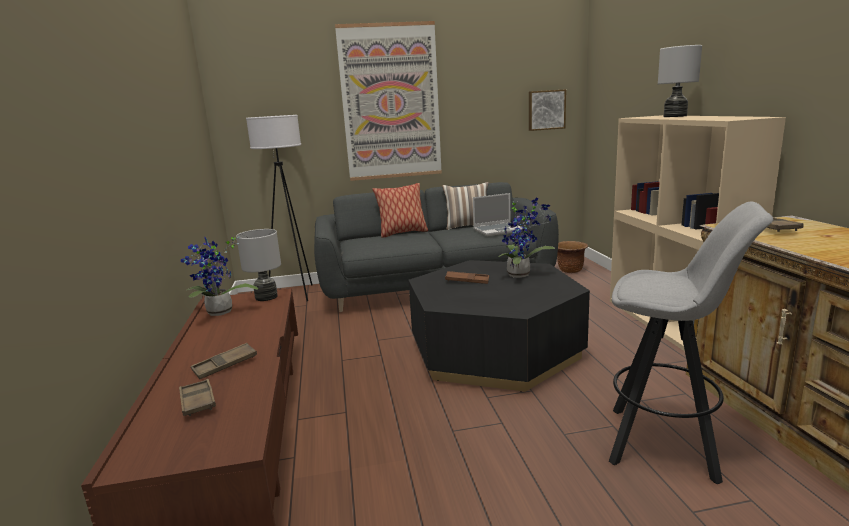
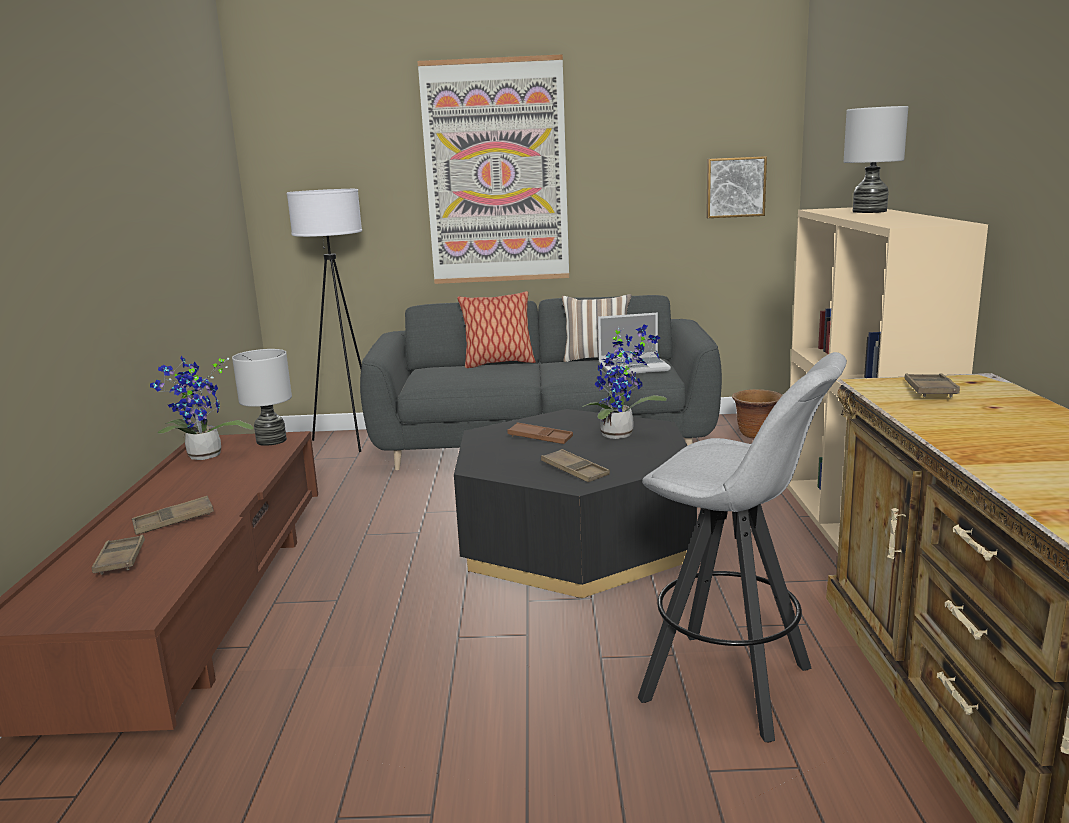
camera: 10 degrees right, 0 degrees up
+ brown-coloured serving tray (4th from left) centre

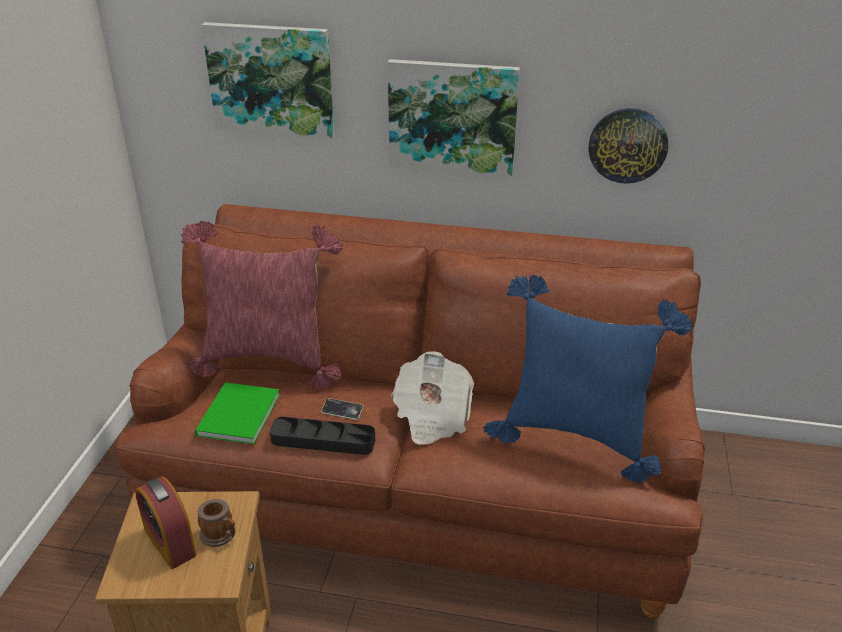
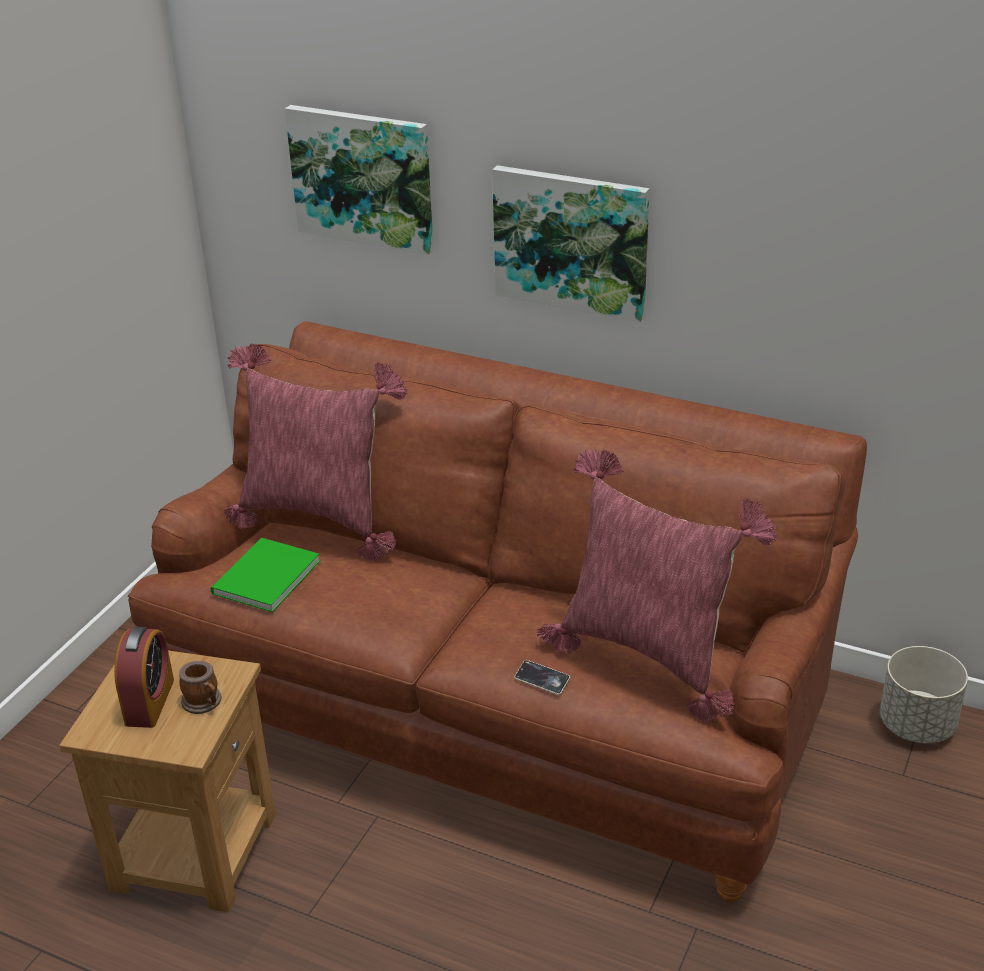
camera: 15 degrees right, 0 degrees up
~ bedside clock bottom left = bottom left 150 degrees counterclockwise
- blackish serving tray bottom centre
~ phone centre to bottom centre
- newspaper centre
~ bluish throw pillow middle right to red throw pillow (2nd from left) middle right
- clock on the wall top right
+ greyish plant pot bottom right

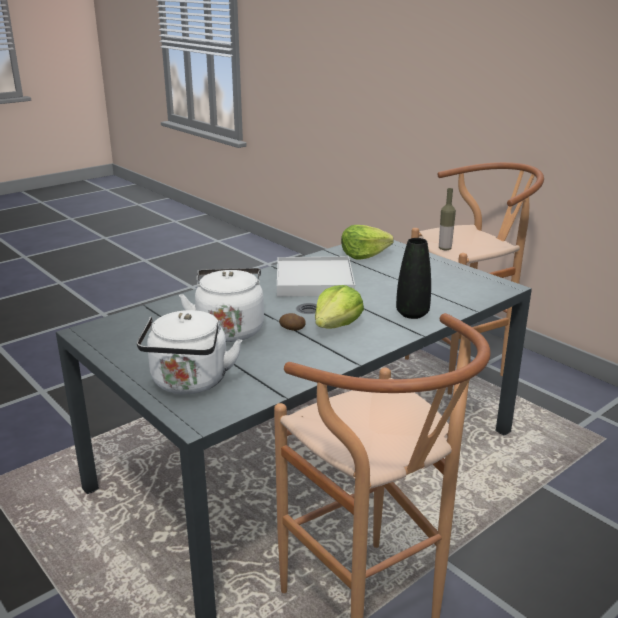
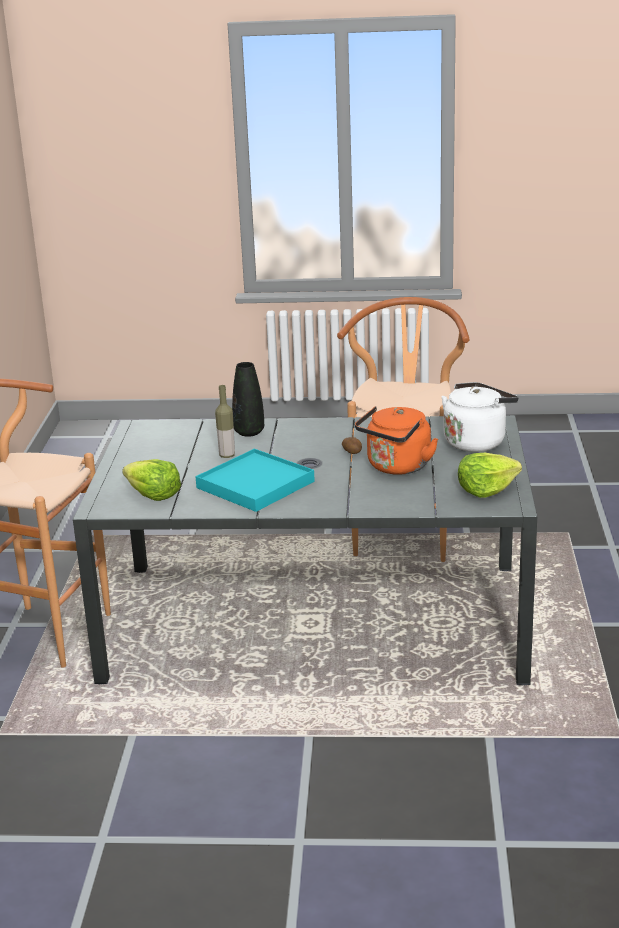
camera: 135 degrees left, 0 degrees up
~ whitish water kettle (2nd from left) centre to orange water kettle centre
~ whitish serving tray centre to turquoise-coloured serving tray centre
~ lettuce head (1st from left in the first image) centre to lettuce head (2nd from left) middle right
~ beverage bottle middle right to centre

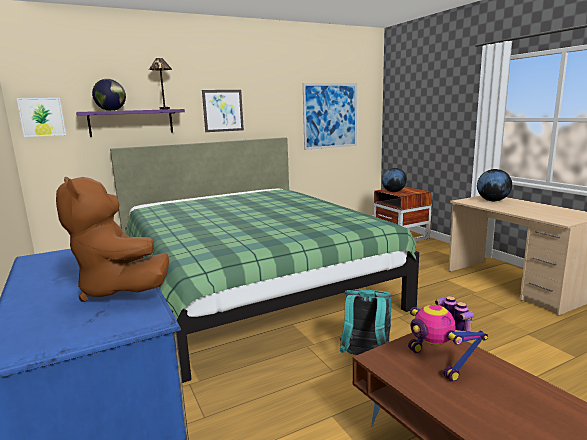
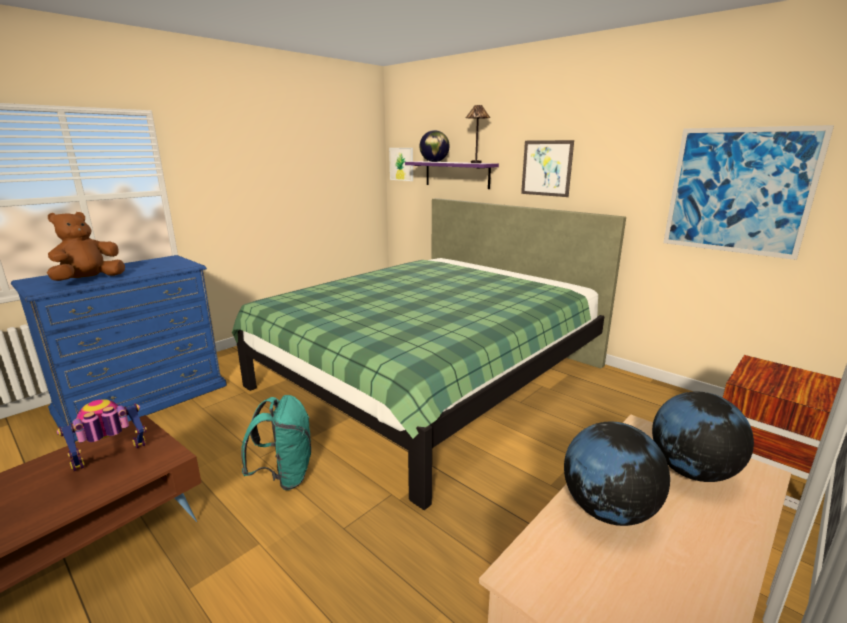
camera: 70 degrees right, 5 degrees up
~ globe (2nd from left) middle right to bottom right

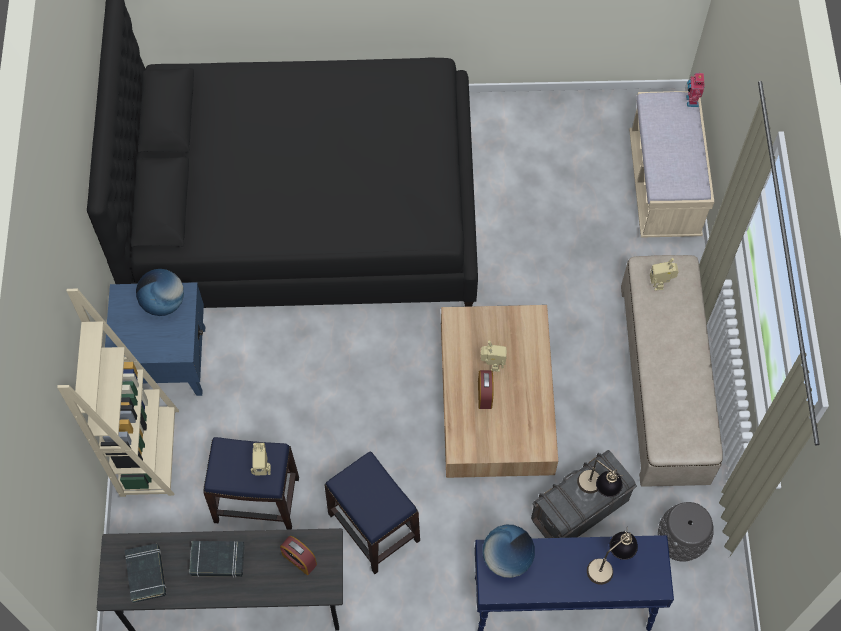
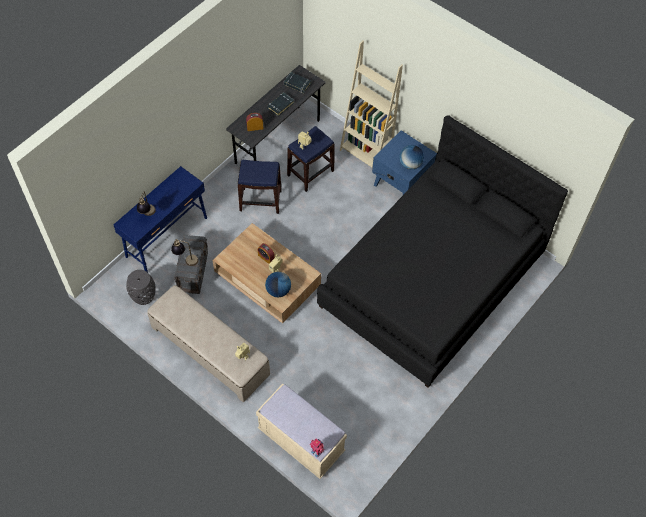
camera: 130 degrees right, 5 degrees down
~ globe (2nd from left in the first image) bottom centre to globe (1st from left) centre

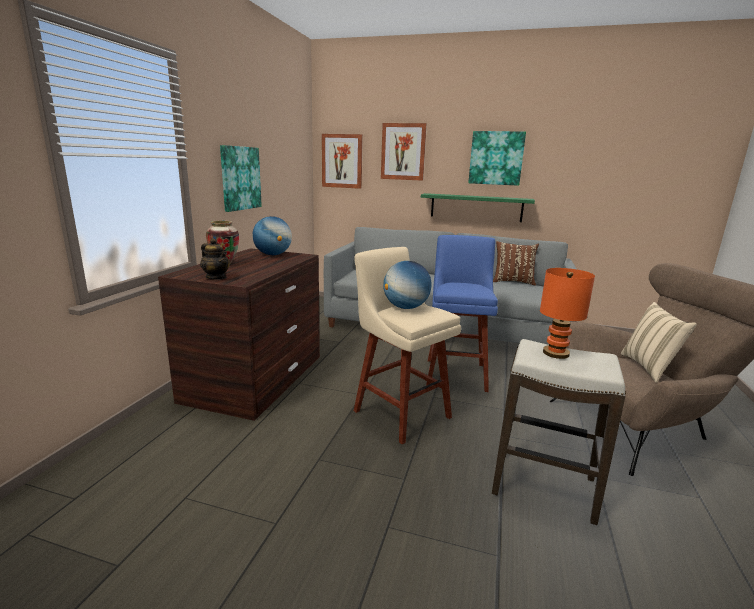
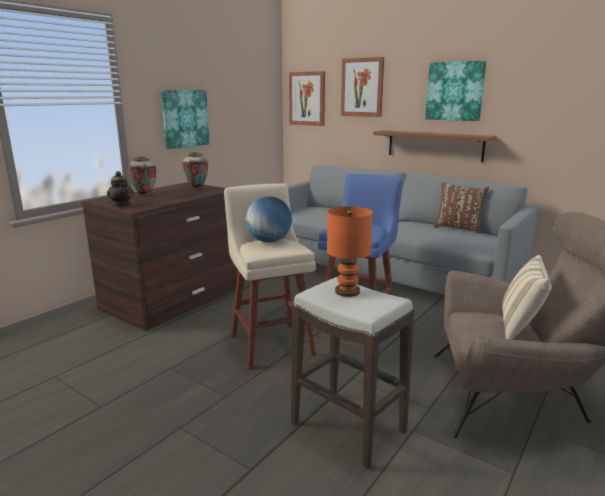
camera: 20 degrees right, 0 degrees up
~ globe (1st from left) centre to flower vase (2nd from left) middle left
~ green-coloured shelf centre to brown-coloured shelf top right

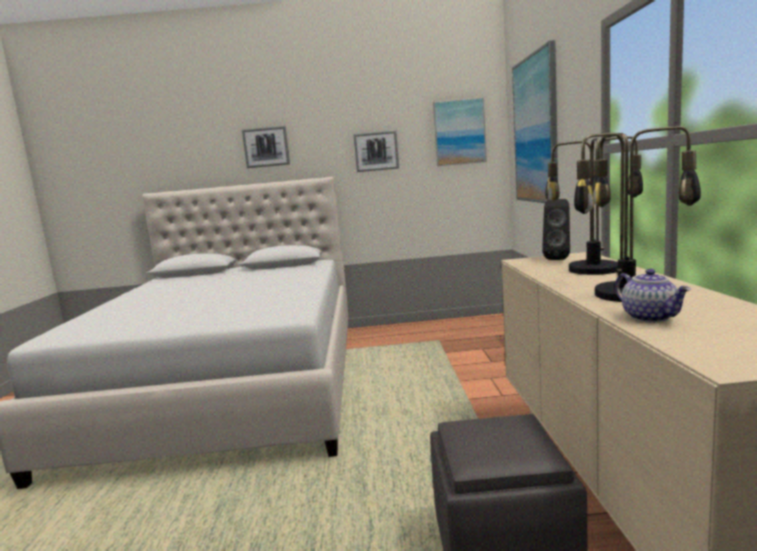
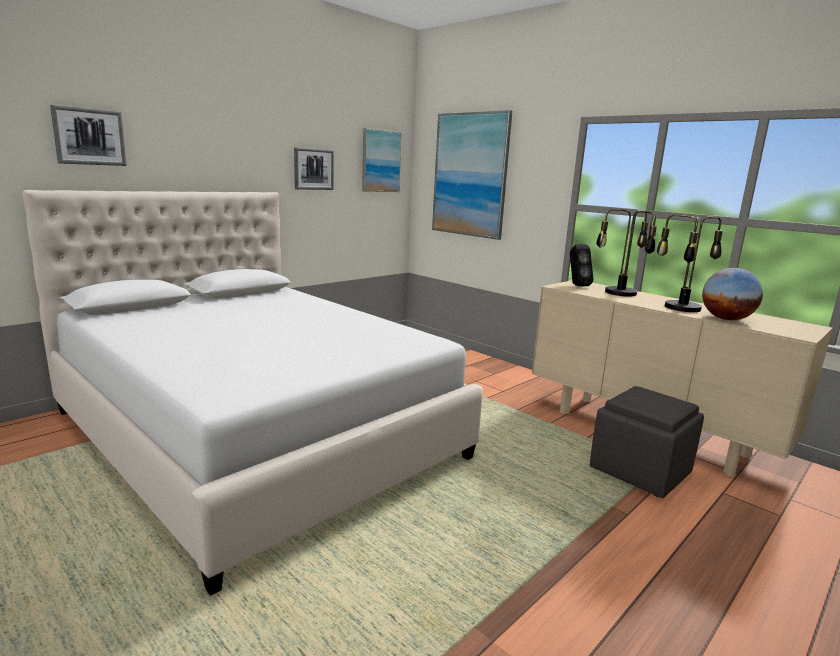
camera: 45 degrees left, 5 degrees up
~ picture (1st from left) top centre to top left
~ tea pot middle right to globe middle right

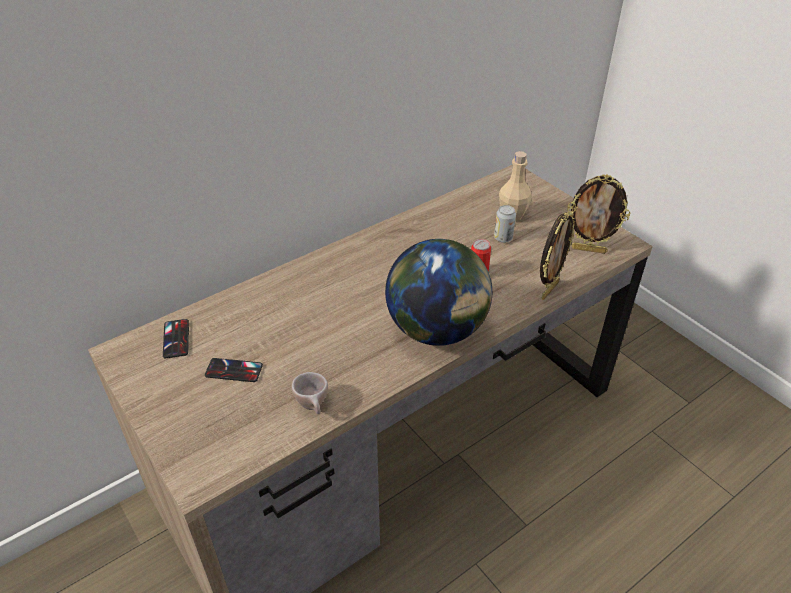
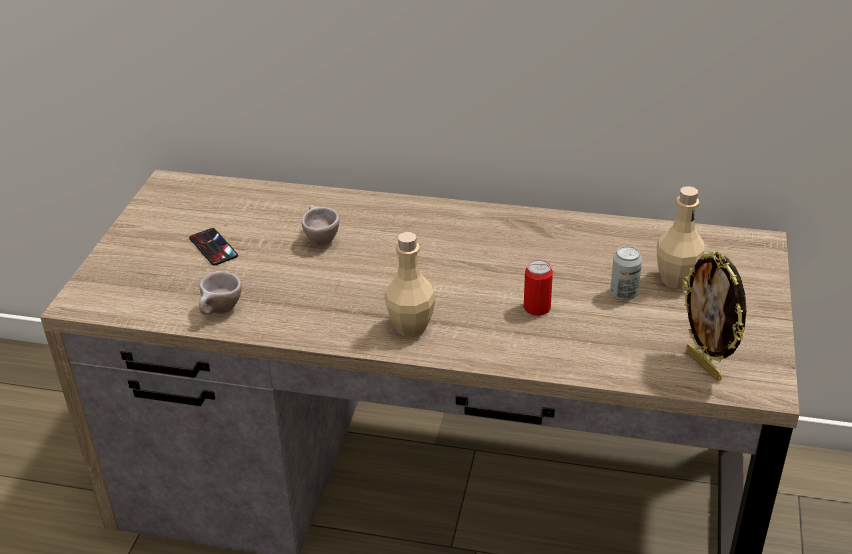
camera: 50 degrees right, 5 degrees down
- phone (1st from left) middle left
~ globe centre to sand-coloured beverage bottle (1st from left) centre
- picture frame (1st from left) middle right
+ sand-coloured small cup (2nd from left) centre

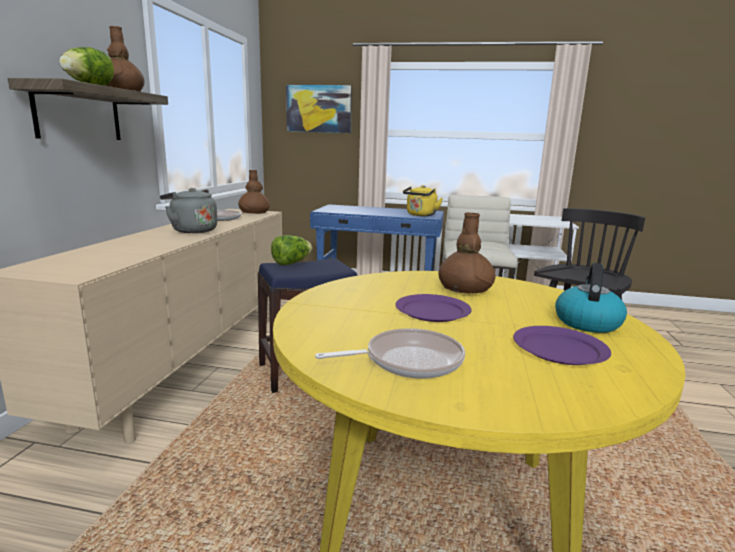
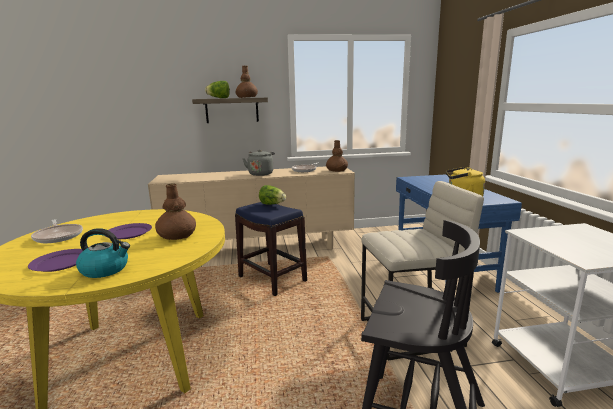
camera: 70 degrees right, 0 degrees up
- picture top centre

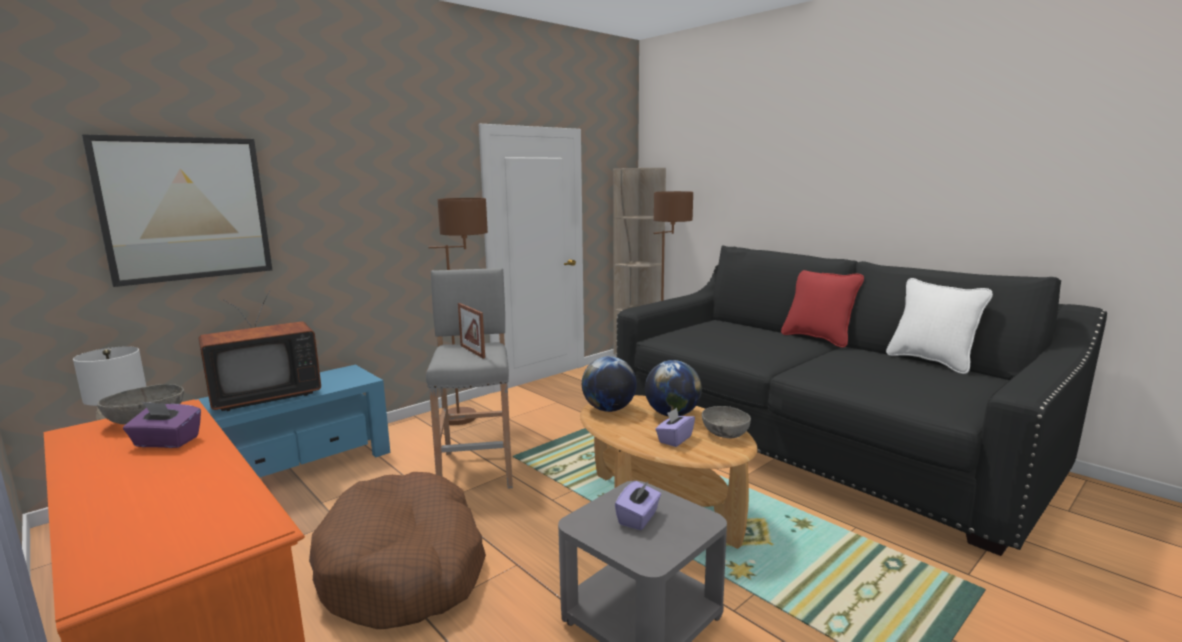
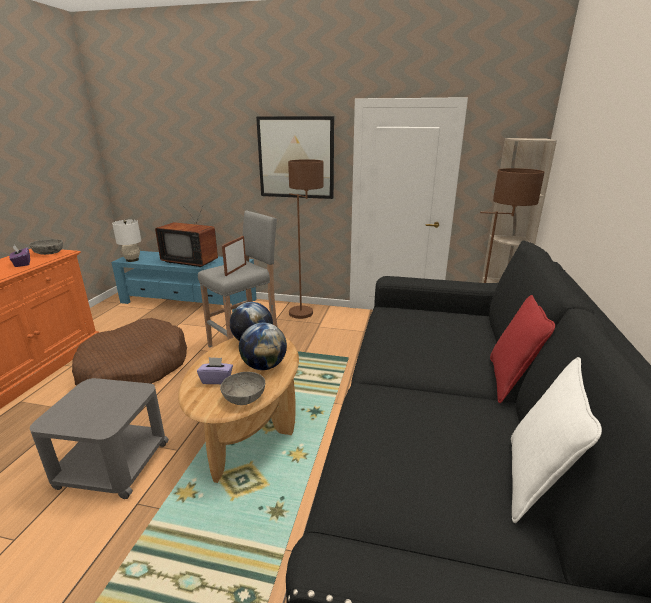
camera: 55 degrees right, 10 degrees up
~ picture top left to top centre
- purplish box of tissues (2nd from left) bottom centre

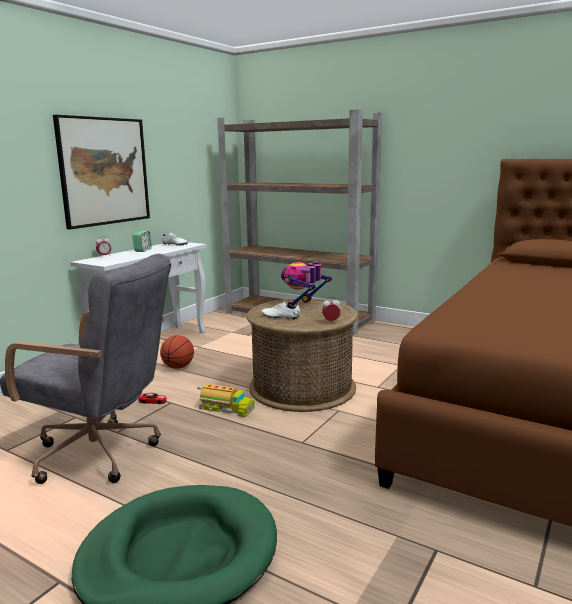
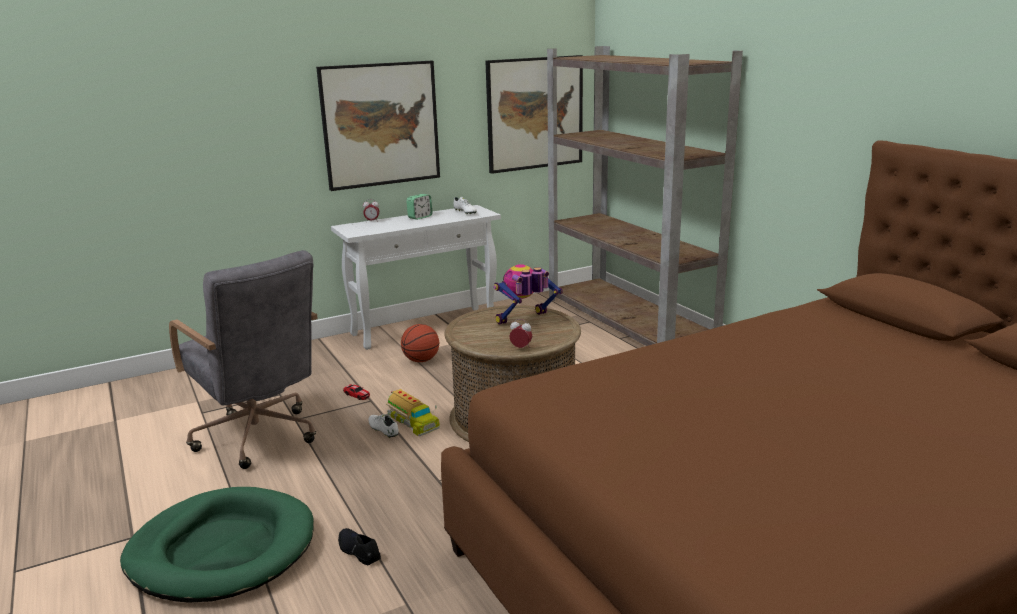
camera: 30 degrees right, 5 degrees up
~ whitish low shoe (2nd from left in the first image) centre to whitish low shoe (1st from left) bottom centre
+ blackish low shoe bottom centre
+ picture (2nd from left) top centre

